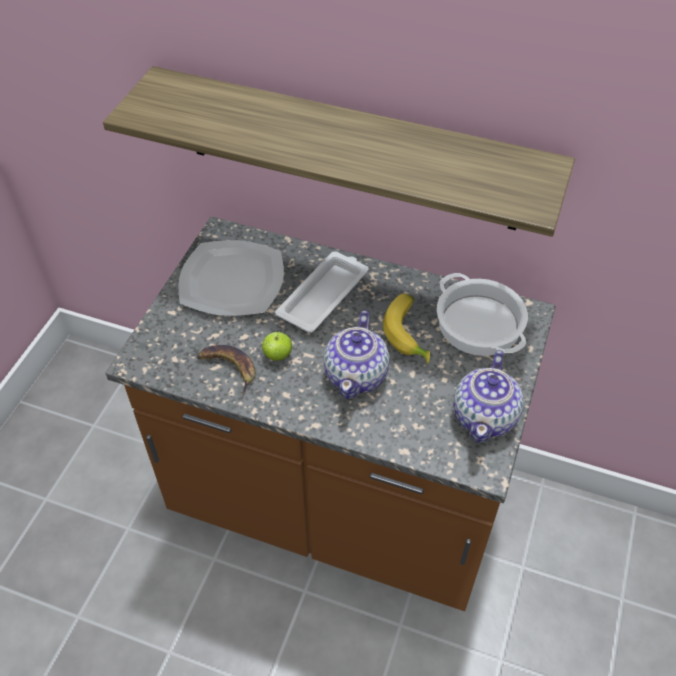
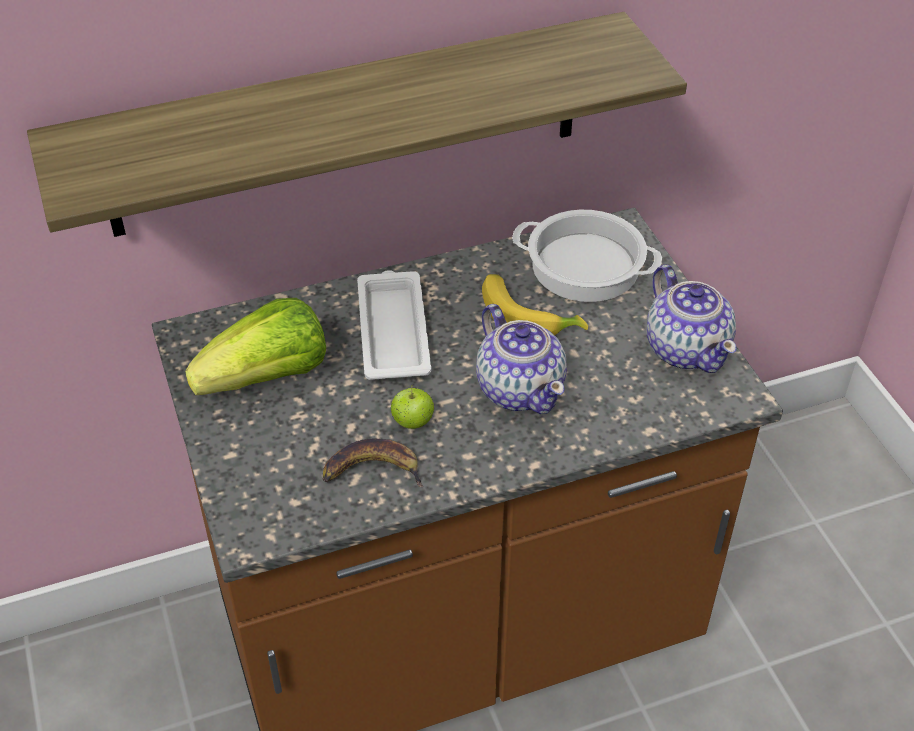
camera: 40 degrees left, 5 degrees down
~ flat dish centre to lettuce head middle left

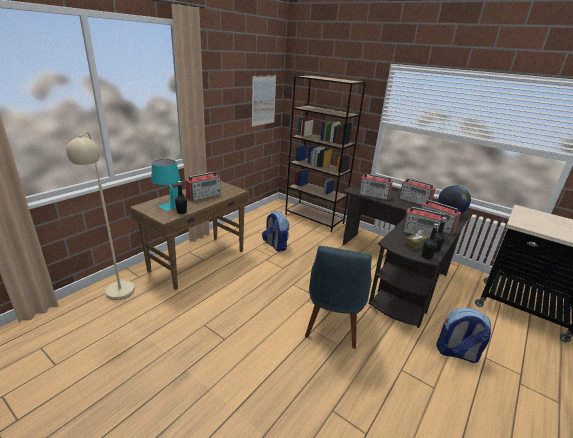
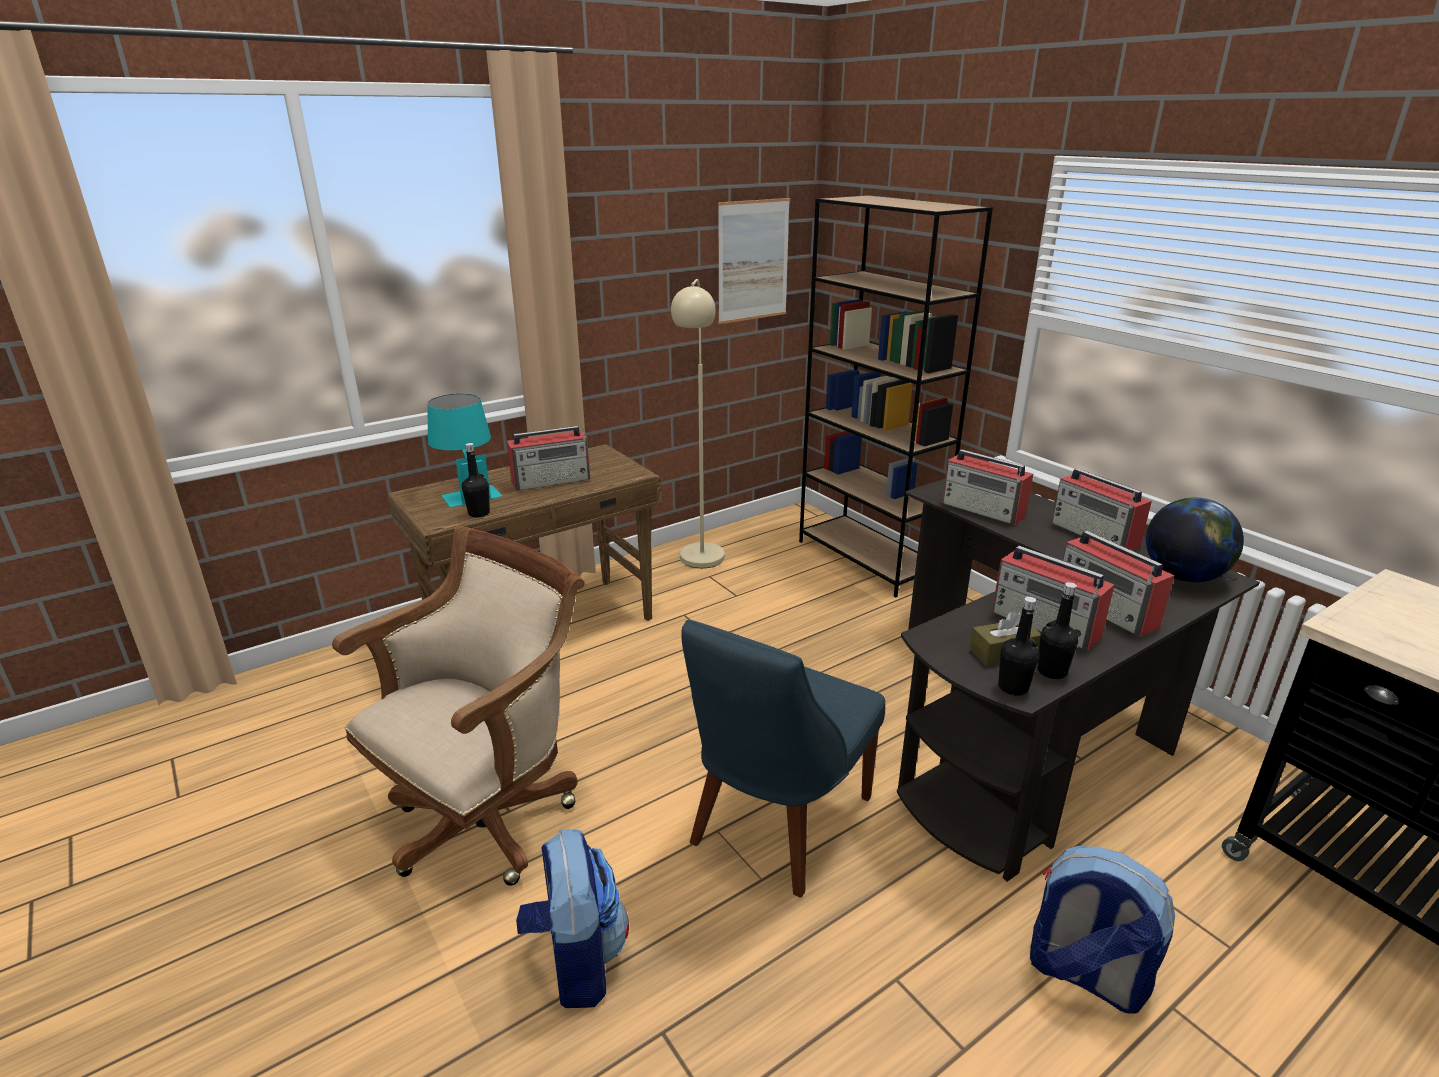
camera: 20 degrees right, 0 degrees up
~ sand-coloured standard lamp middle left to centre
~ knapsack (1st from left) centre to bottom centre
+ desk chair middle left

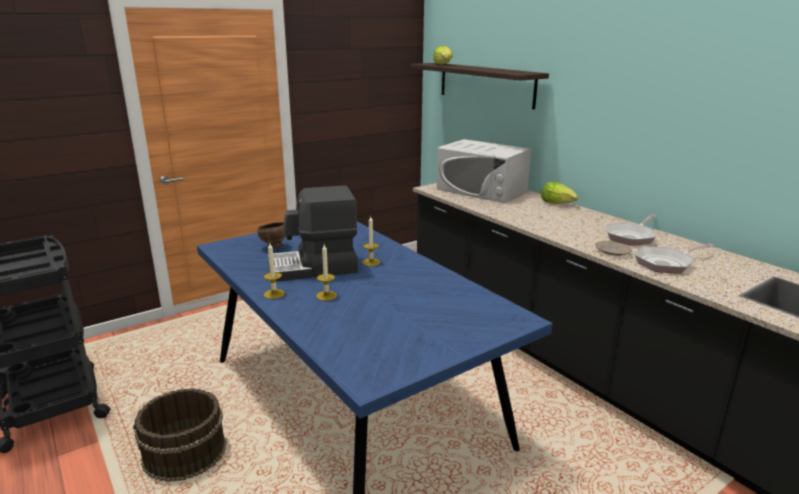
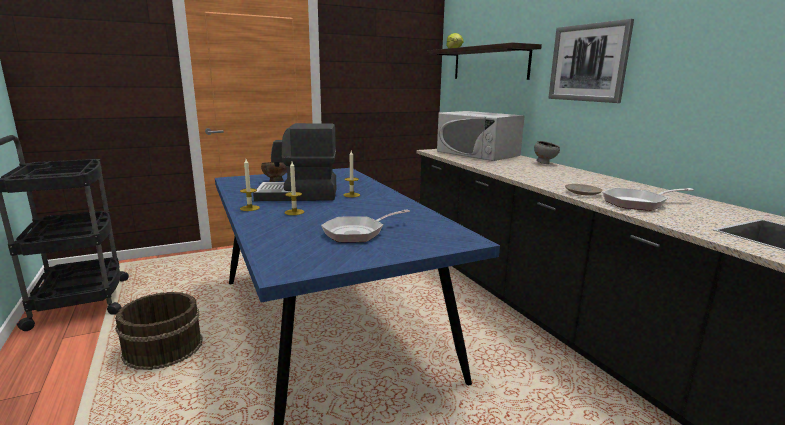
camera: 10 degrees right, 5 degrees down
~ lettuce head (2nd from left) middle right to greyish deep dish middle right
~ pan (1st from left) middle right to centre
+ picture top right

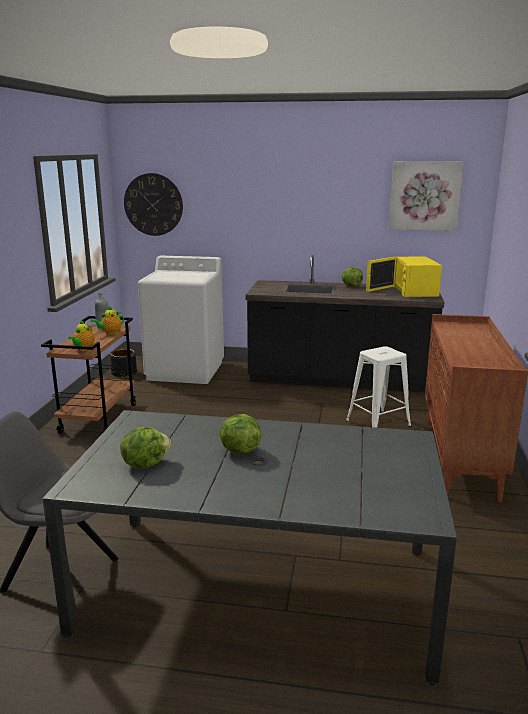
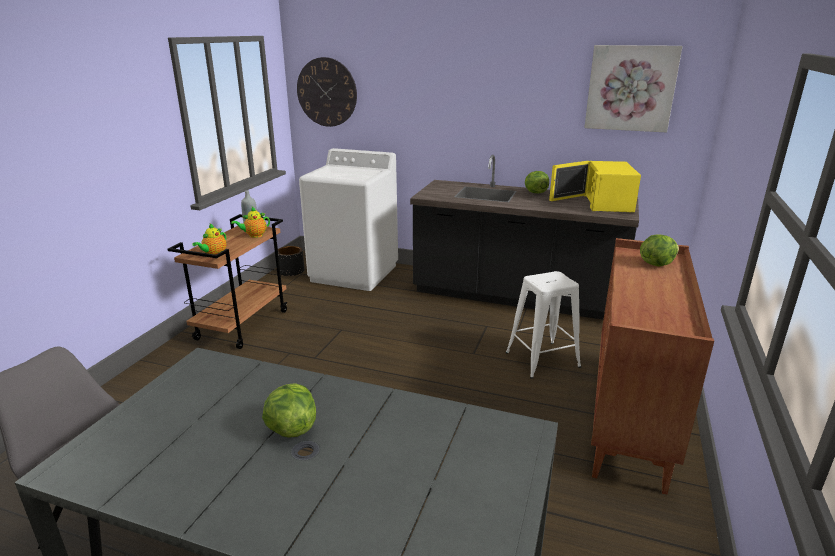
camera: 10 degrees right, 5 degrees up
~ lettuce head (1st from left in the first image) middle left to lettuce head (3rd from left) middle right

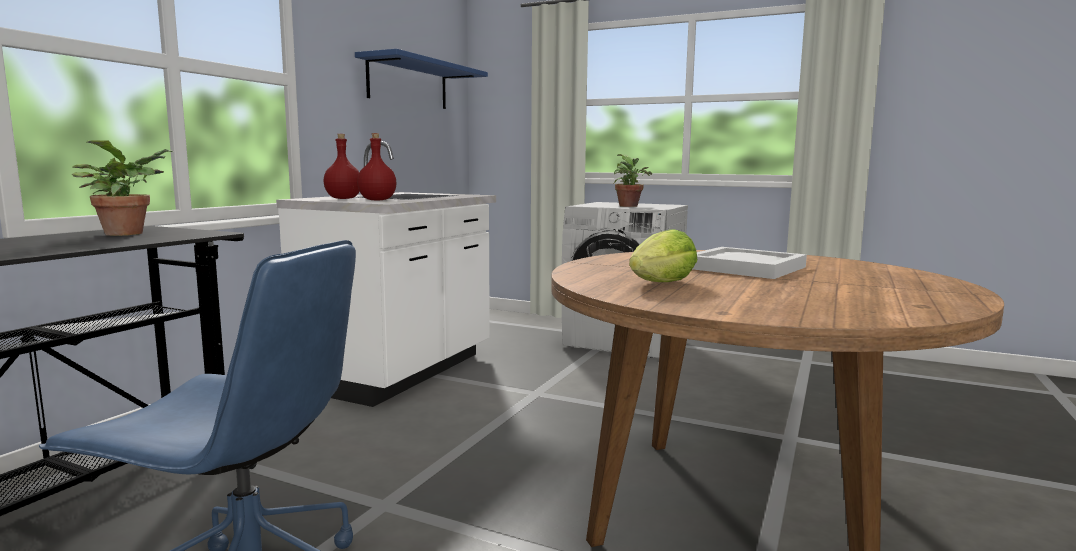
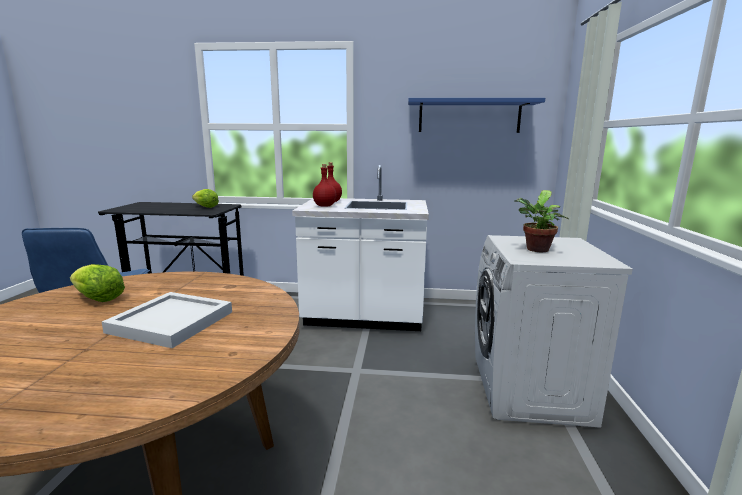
camera: 70 degrees right, 5 degrees up
~ plant in a pot (1st from left) middle left to lettuce head (2nd from left) middle left

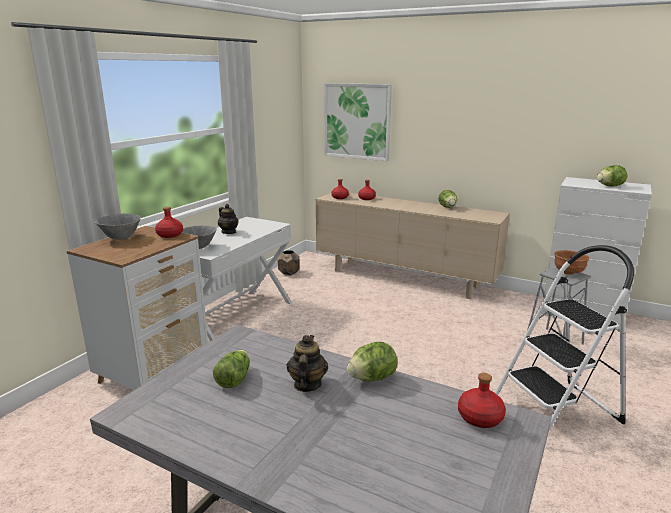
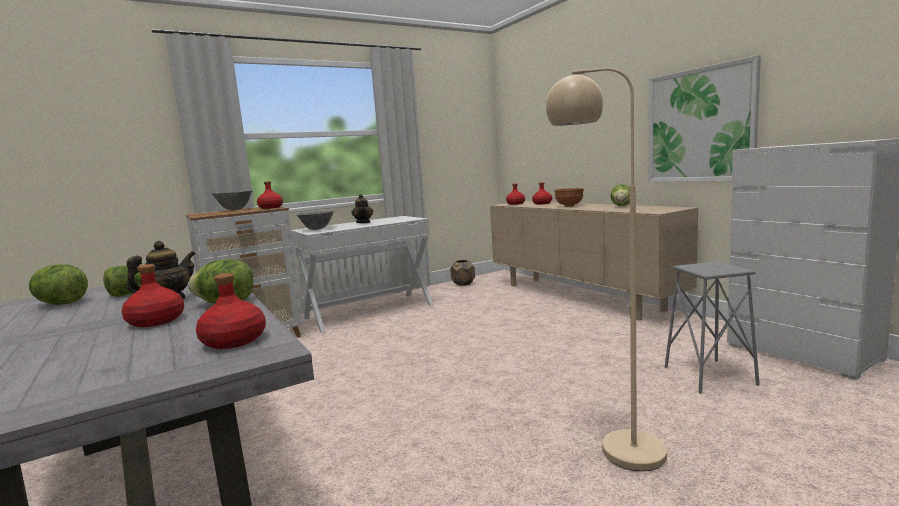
camera: 30 degrees right, 10 degrees down
~ picture top centre to top right
~ step stool middle right to sand-coloured standard lamp middle right
~ brown-coloured deep dish middle right to centre
~ lettuce head (4th from left in the first image) middle right to lettuce head (1st from left) middle left
+ red beverage bottle (1st from left) middle left

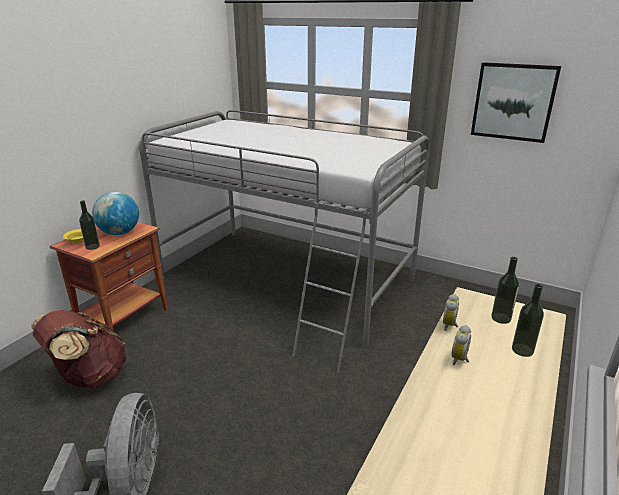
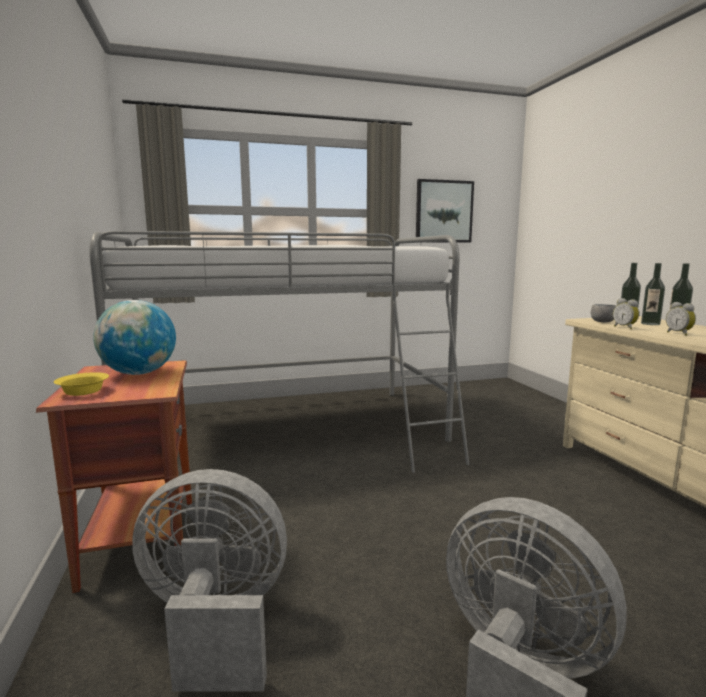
camera: 45 degrees left, 15 degrees down
~ brown-coloured knapsack bottom left to greyish fan (1st from left) bottom left
~ beverage bottle (1st from left in the first image) middle left to beverage bottle (2nd from left) middle right
+ greyish deep dish middle right

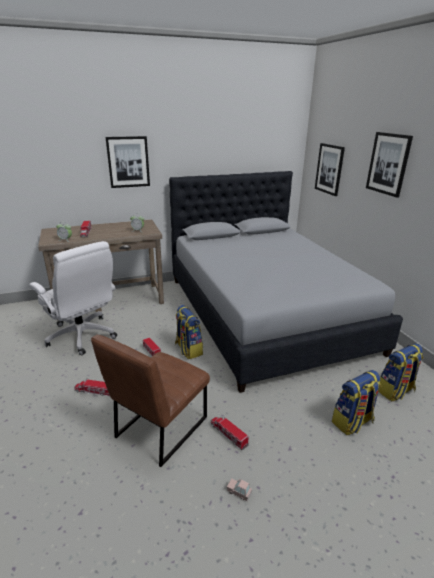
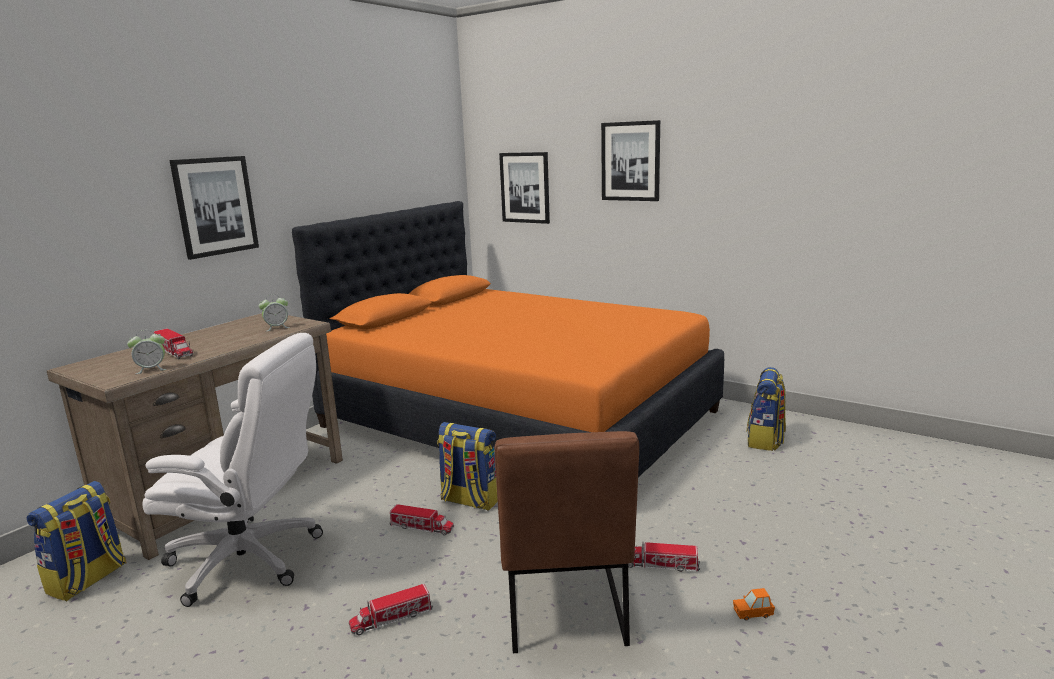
camera: 35 degrees left, 10 degrees down
~ greyish sleeping bed centre to orange sleeping bed centre
~ pink miniature car bottom centre to orange miniature car bottom right
~ knapsack (2nd from left in the first image) bottom right to knapsack (1st from left) bottom left

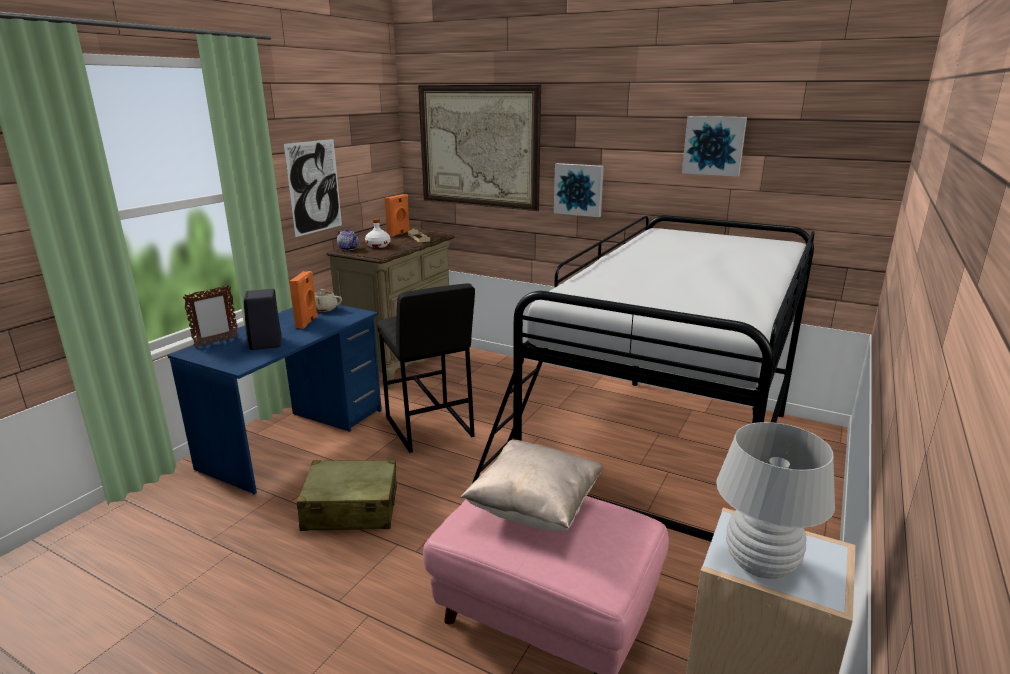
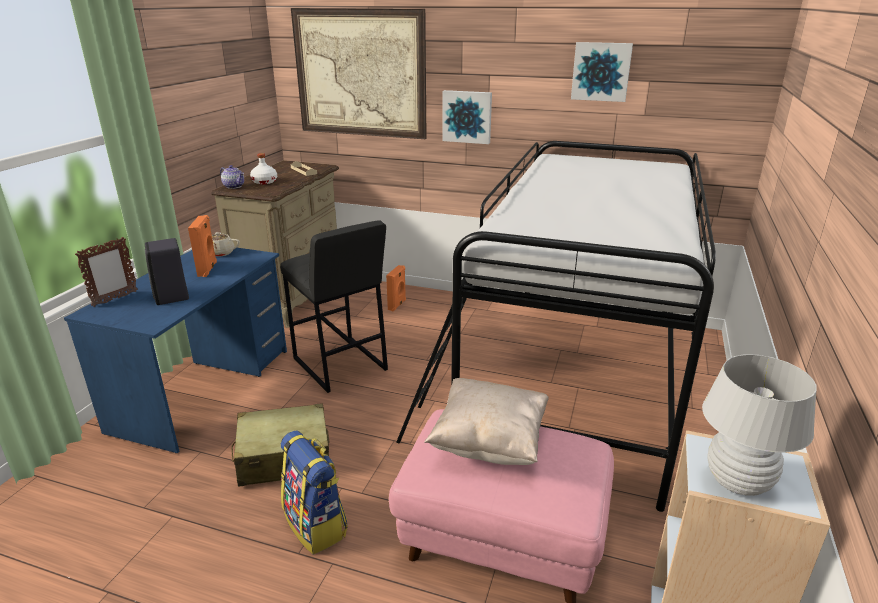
camera: 10 degrees left, 5 degrees up
- picture (1st from left) top left
~ orange loudspeaker (2nd from left) top centre to centre
+ knapsack bottom centre

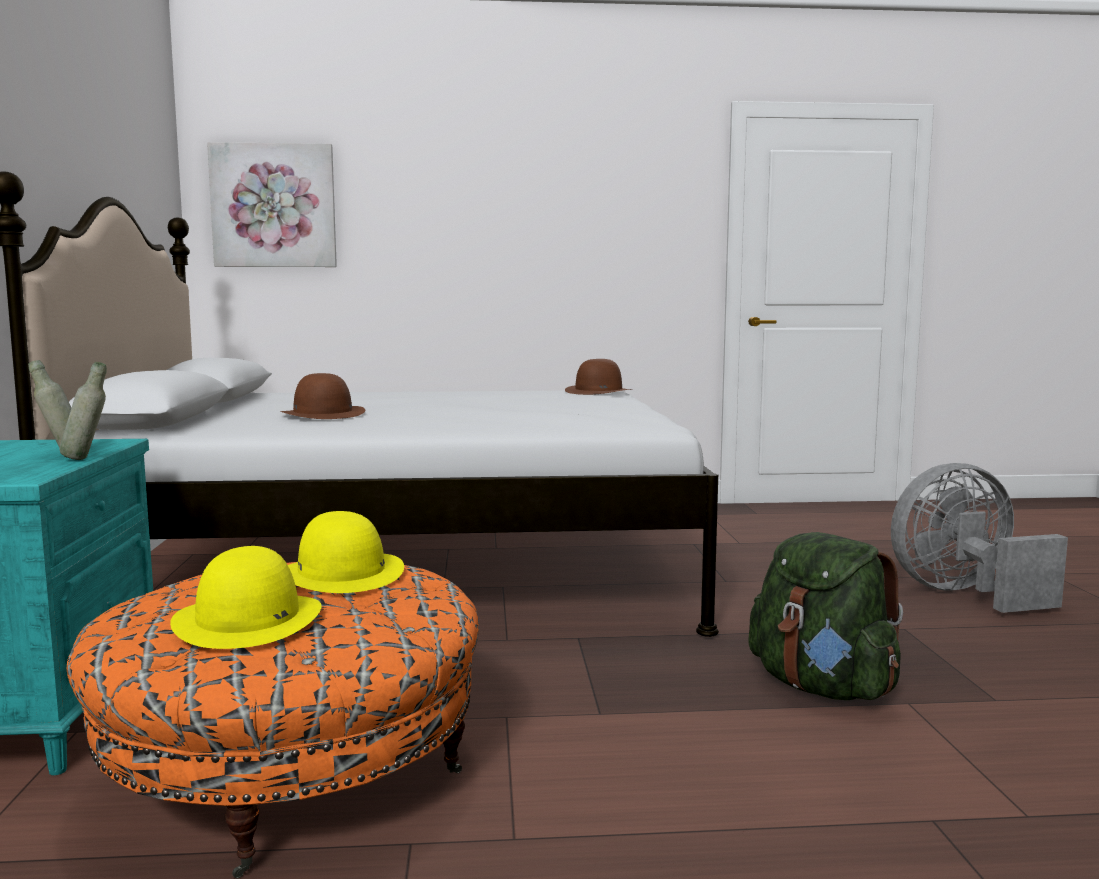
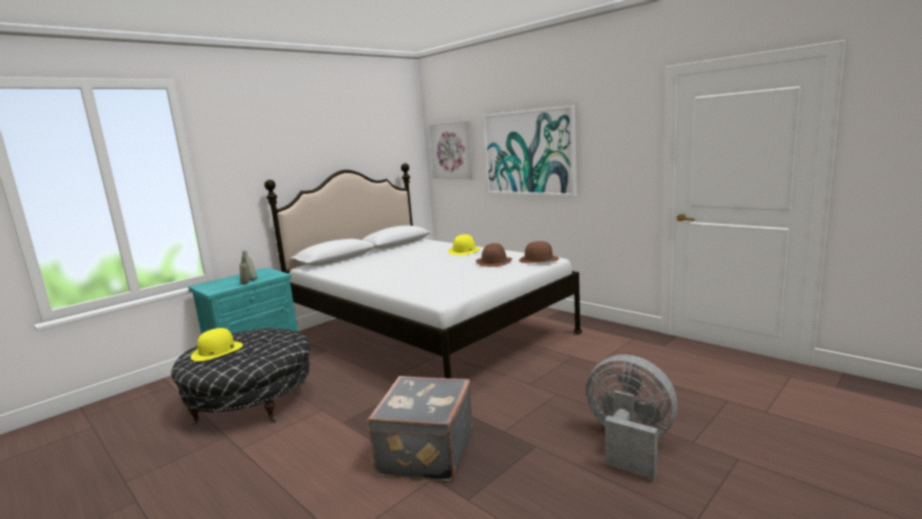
camera: 50 degrees right, 5 degrees up
~ orange footrest bottom left to blackish footrest bottom left
~ brown-coloured wearable hat (1st from left) middle left to centre
~ yellowish wearable hat (2nd from left) middle left to centre
~ green-coloured knapsack bottom right to greyish suitcase bottom centre
+ picture (2nd from left) top centre

